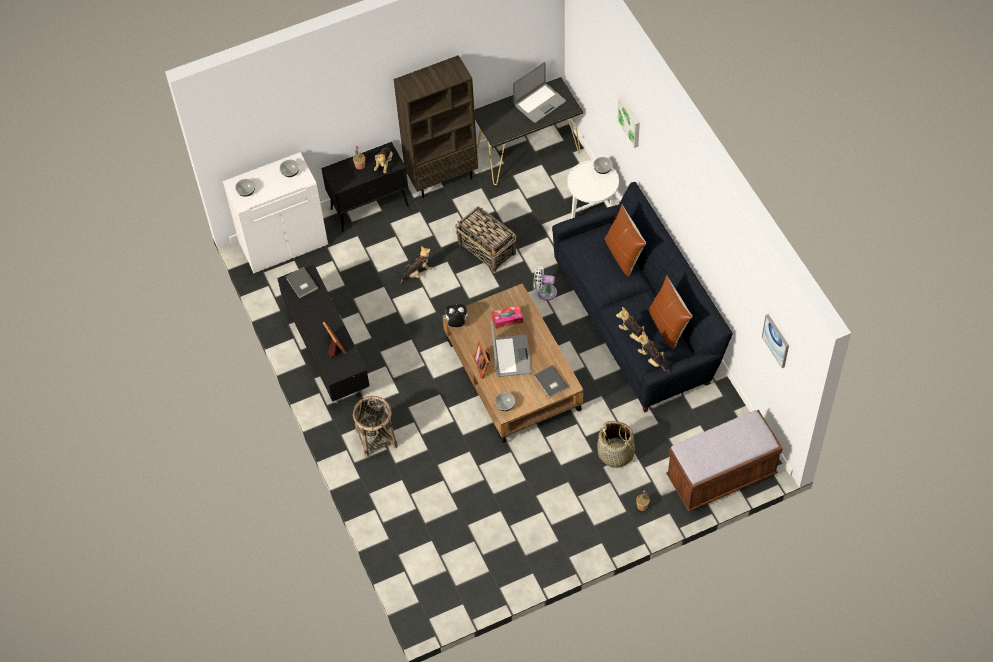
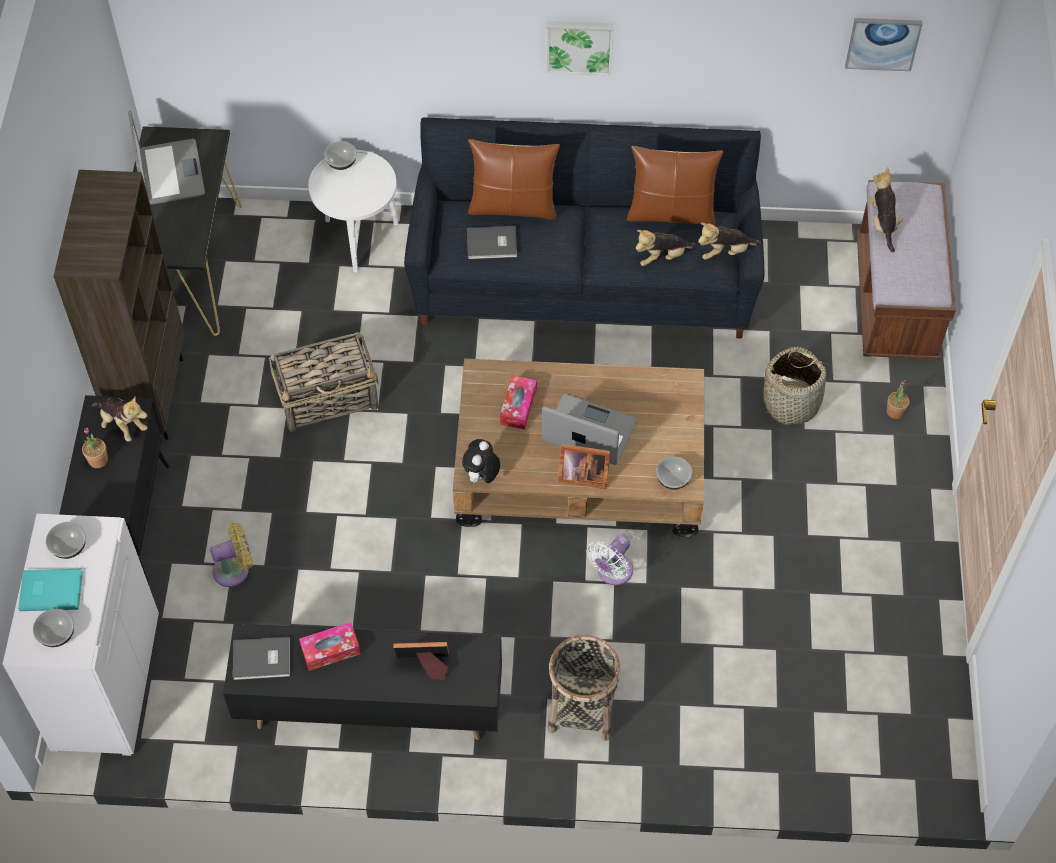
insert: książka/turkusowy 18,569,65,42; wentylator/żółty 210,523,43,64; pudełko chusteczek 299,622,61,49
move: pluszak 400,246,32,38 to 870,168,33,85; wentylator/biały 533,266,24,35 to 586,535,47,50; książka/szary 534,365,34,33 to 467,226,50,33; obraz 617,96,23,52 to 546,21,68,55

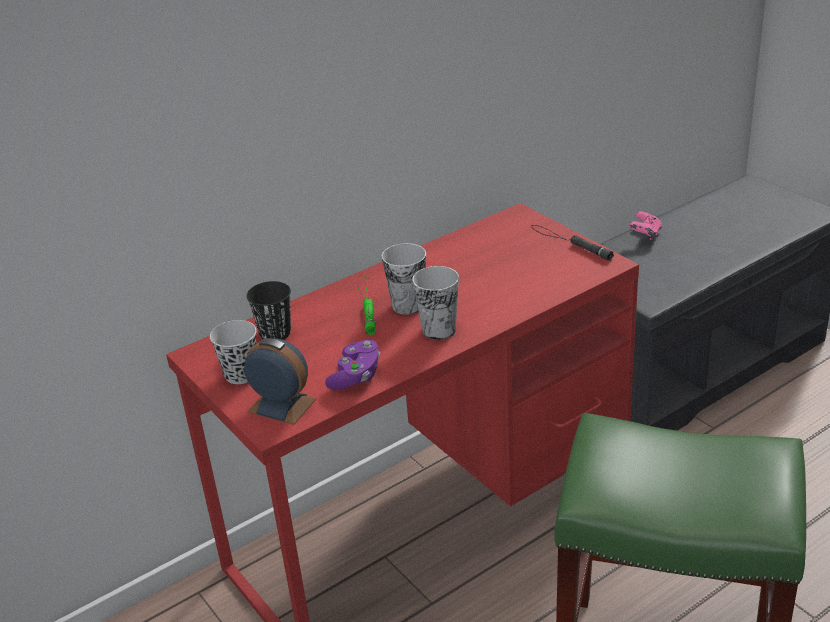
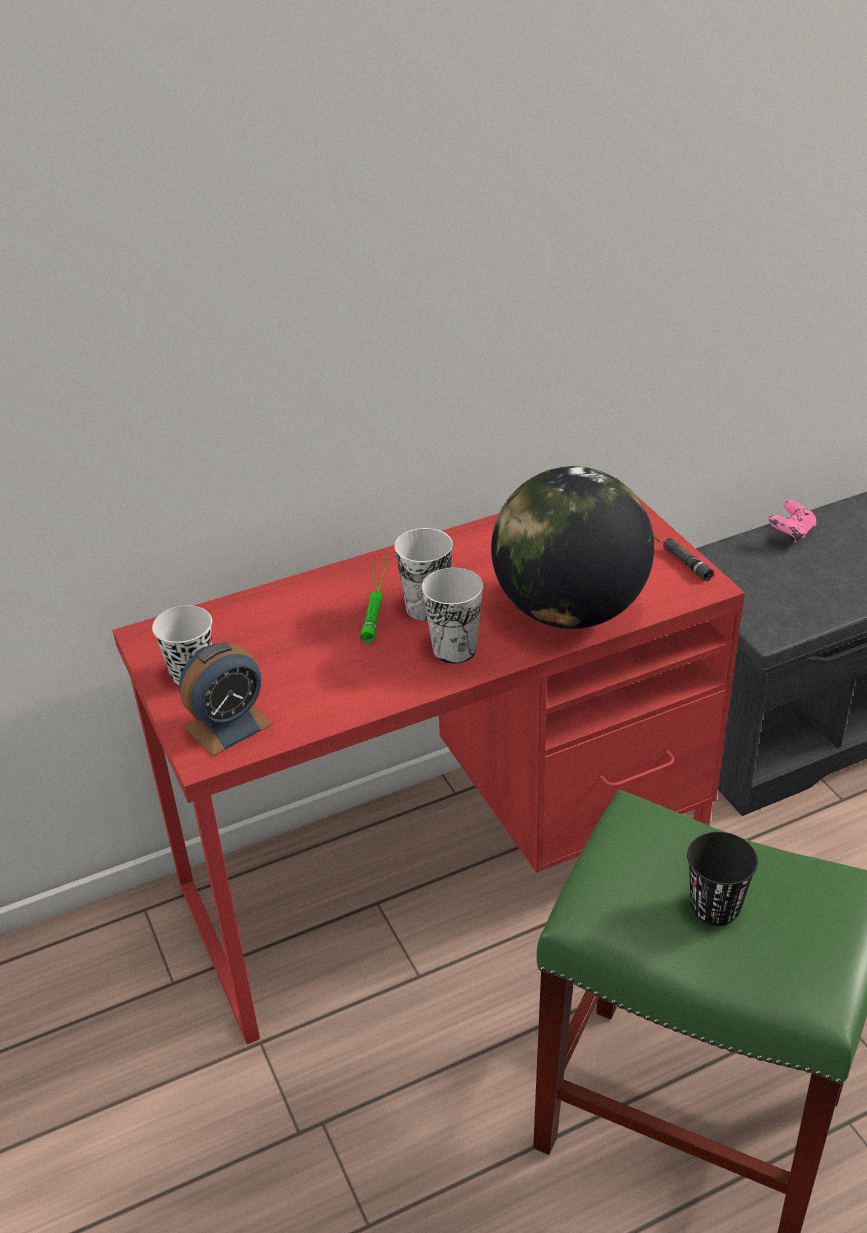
delete: pad do gier/fioletowy 325,340,55,50
insert: globus 491,466,163,163
move: filiżanka/czarny 247,281,44,59 to 687,832,71,94
rotate: budzik 244,338,73,87 = 179,642,94,115 105 degrees clockwise

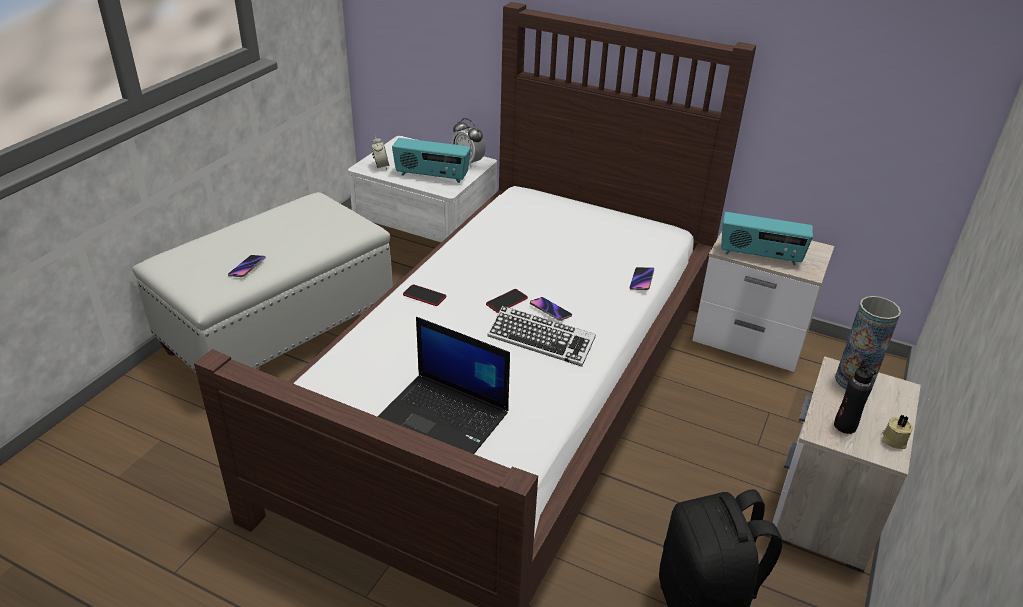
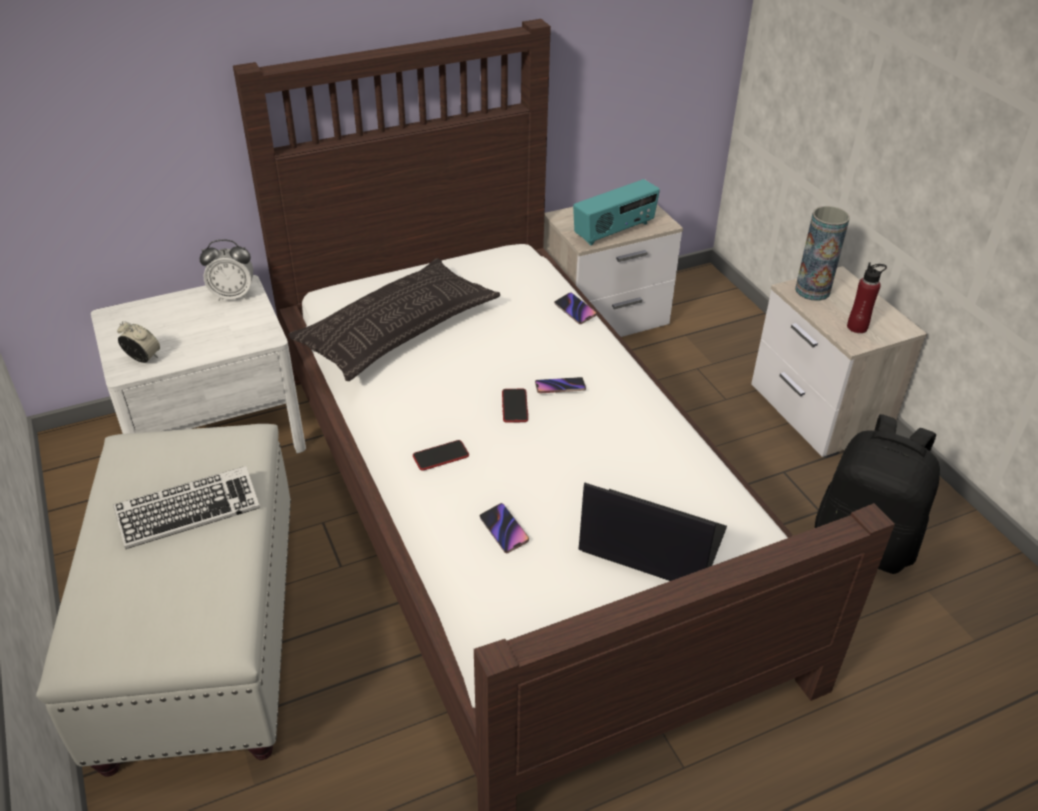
delete: radio 392,138,79,45; świeca/beżowy 882,415,31,34
insert: poduszka 288,258,212,123
move: telefon 228,255,38,22 to 479,503,50,50; klawiatura 487,306,109,61 to 113,466,147,83
recolor: butelka/czarny 834,360,43,74 to butelka/czerwony 847,262,40,71
rotate: laptop 377,317,133,137 = 579,482,148,99 135 degrees counterclockwise

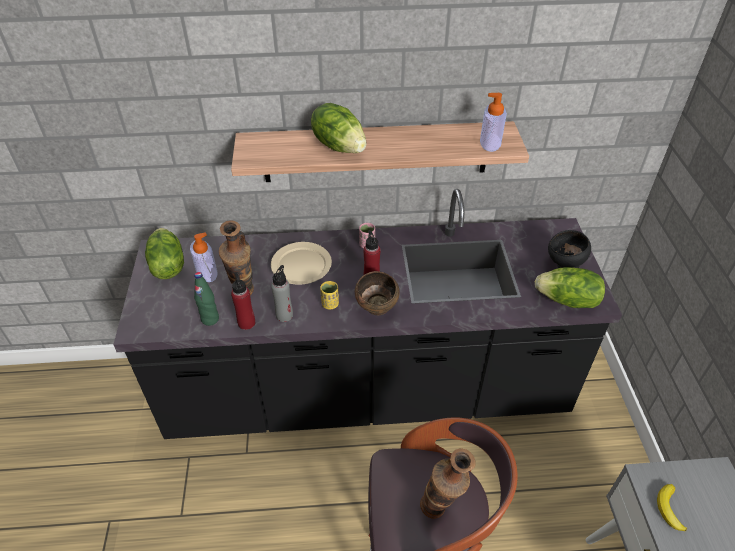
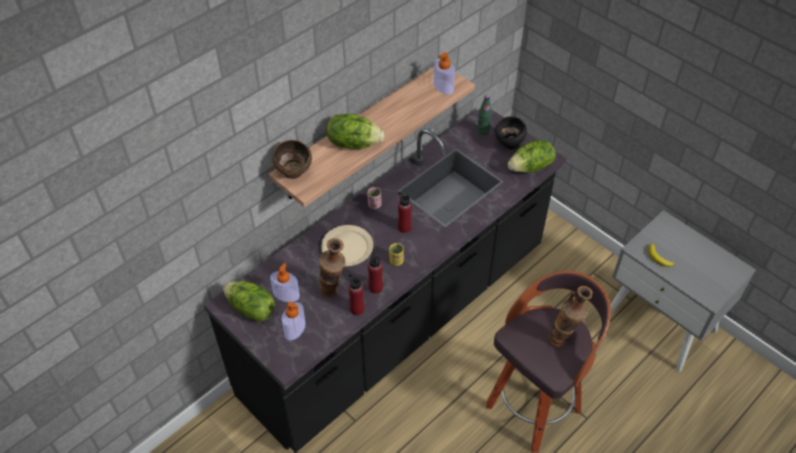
insert: dozownik mydła 282,302,24,39
move: butelka/zielony 194,272,25,54 to 477,95,15,40; miska/brązowy 355,271,45,44 to 272,140,40,39
recolor: butelka/szary 271,265,22,57 to butelka/czerwony 368,250,15,44

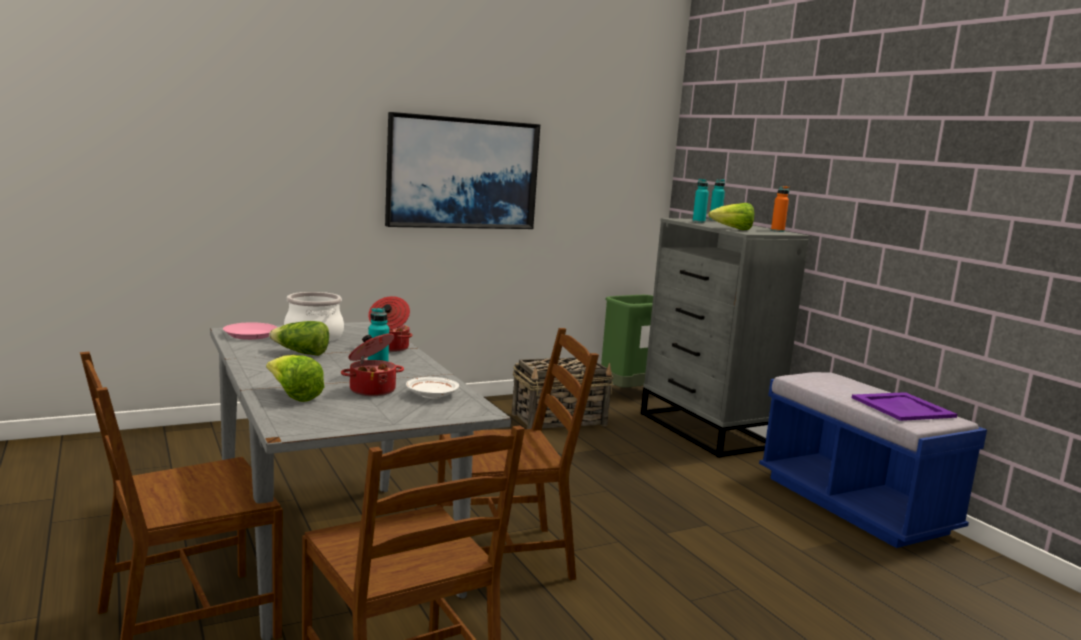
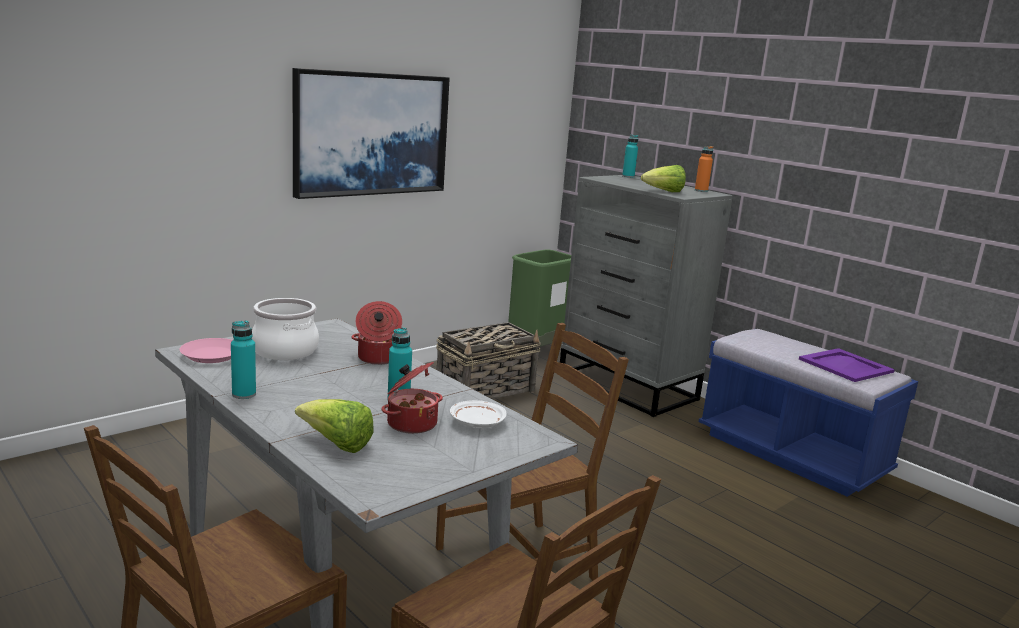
delete: sałata 269,321,60,35
move: butelka/turkusowy 693,179,16,44 to 231,321,25,78

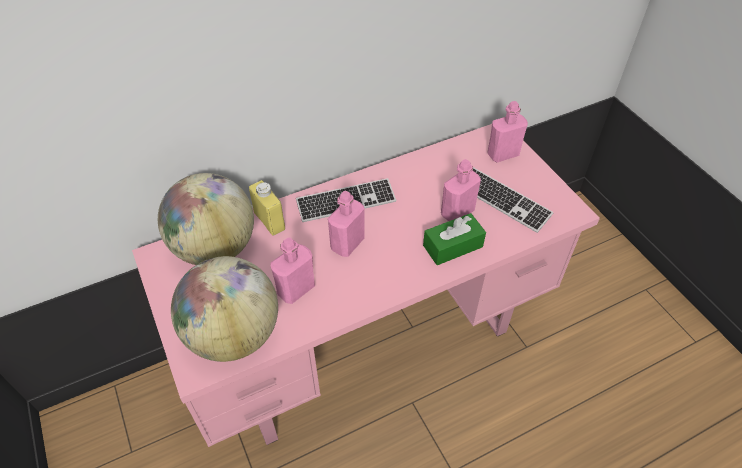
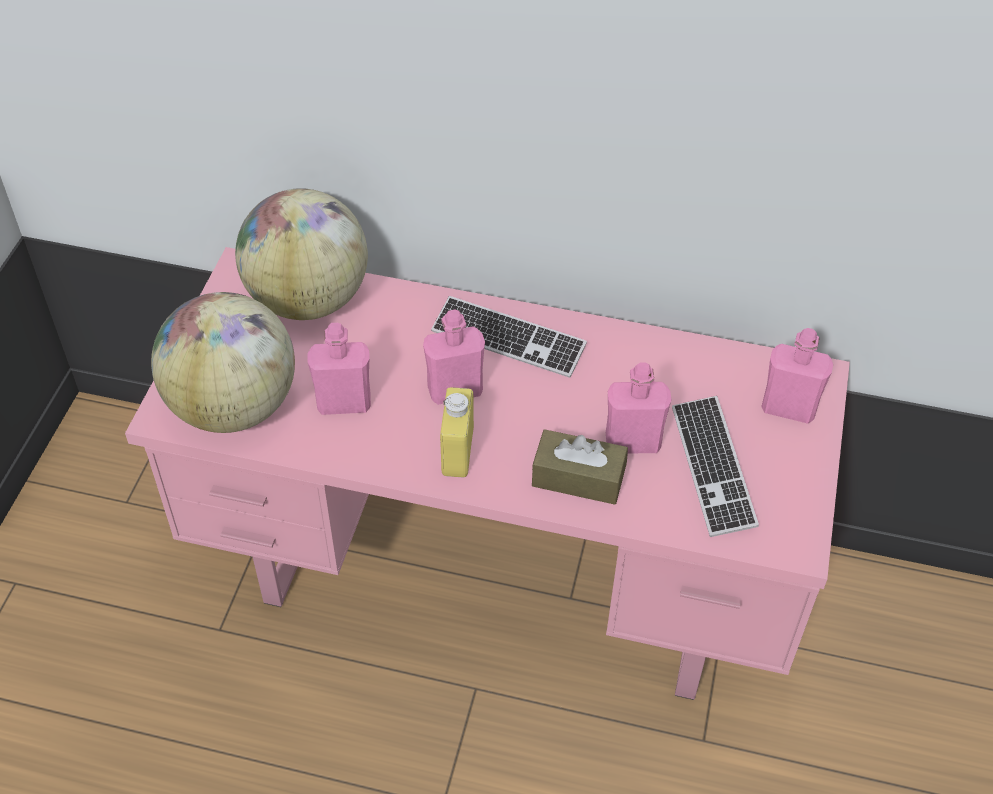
move: butelka/żółty 249,180,36,56 to 440,387,34,90
recolor: pudełko chusteczek/zielony 423,213,63,52 to pudełko chusteczek/brązowy 532,429,96,76

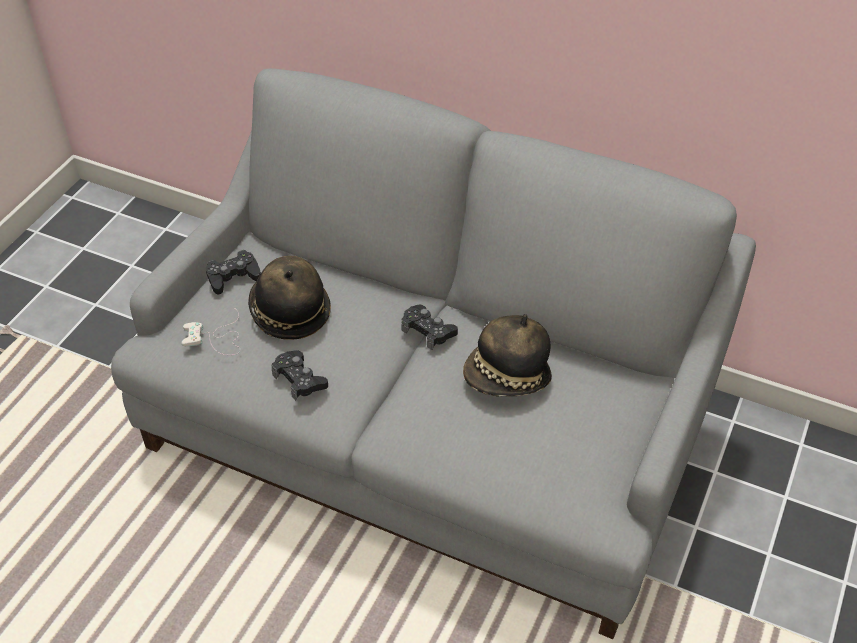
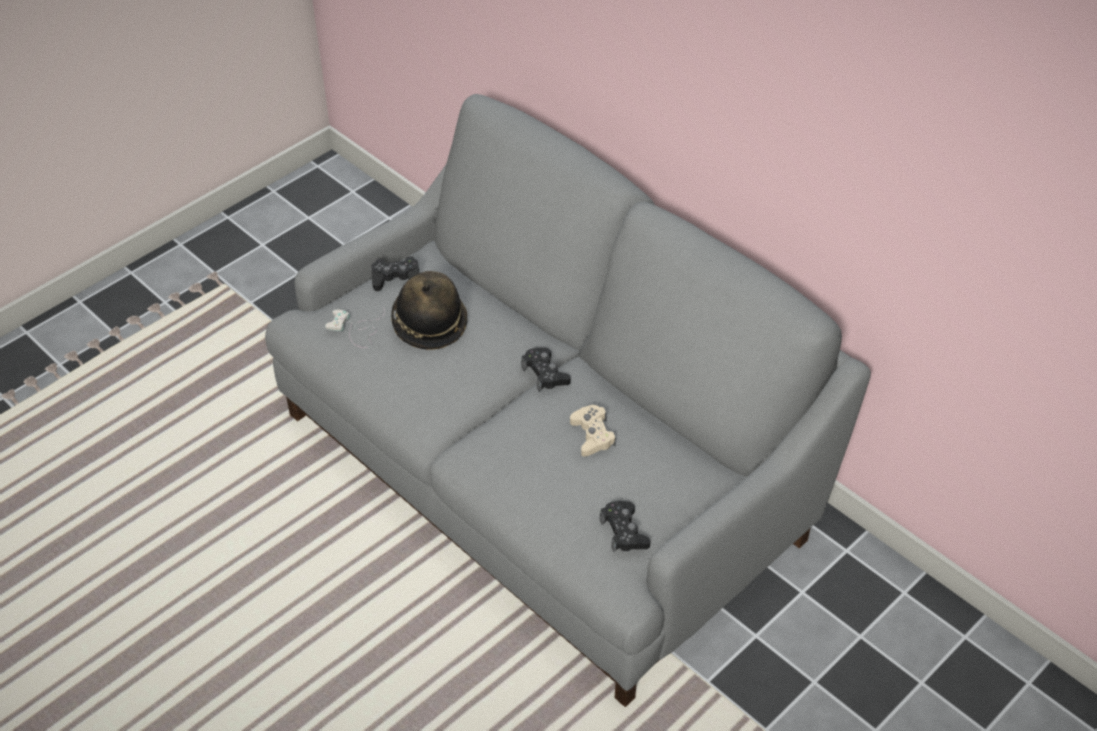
move: pad do gier/czarny 271,350,57,51 to 600,501,50,52
replace: kapelusz 463,314,89,82 to pad do gier/beżowy 570,405,46,52

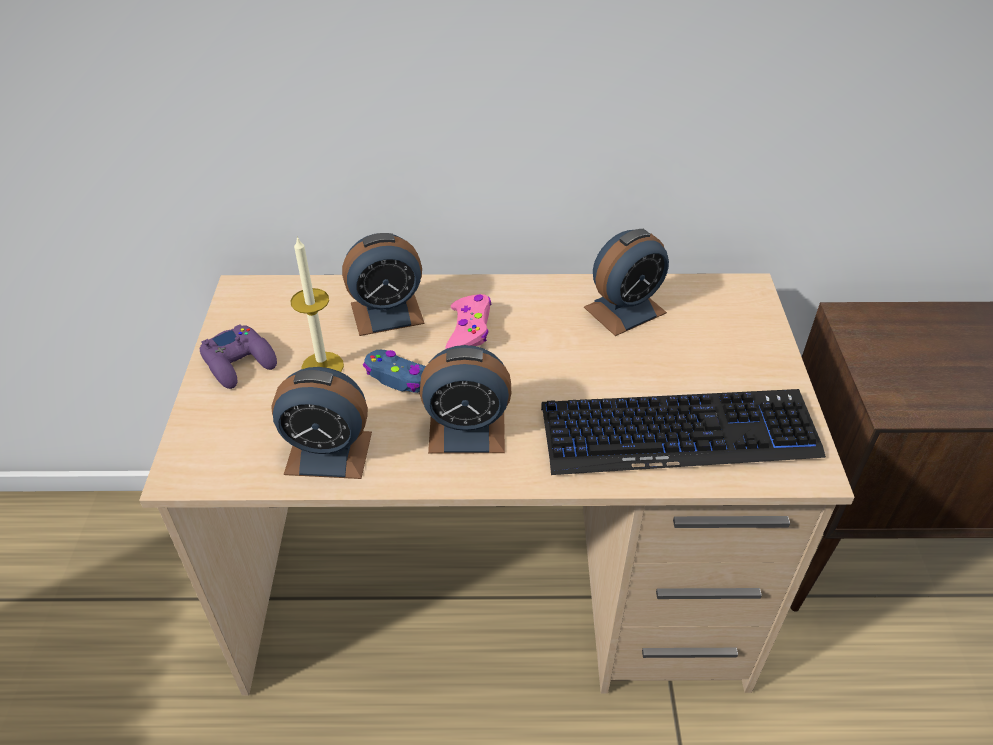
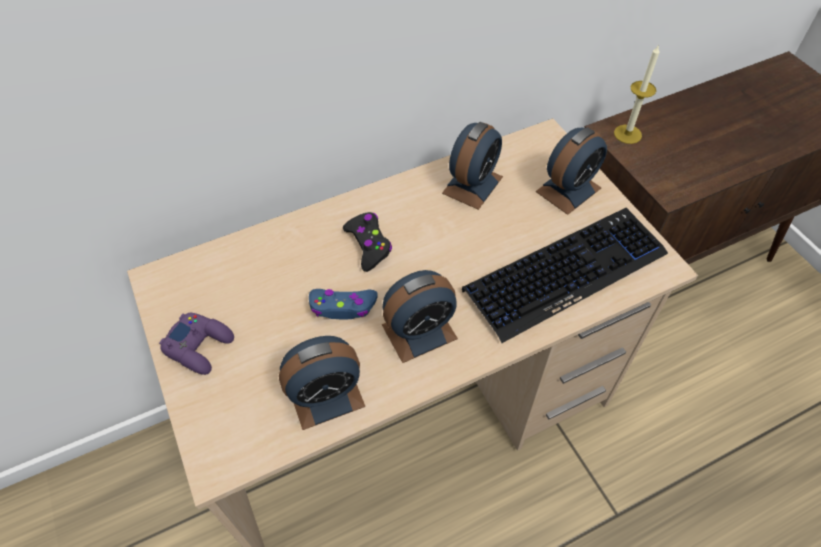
move: świeca 290,236,54,136 to 614,44,46,100; budzik 342,233,83,103 to 536,127,71,88
recolor: pad do gier/różowy 445,294,46,55 to pad do gier/czarny 343,212,49,60

